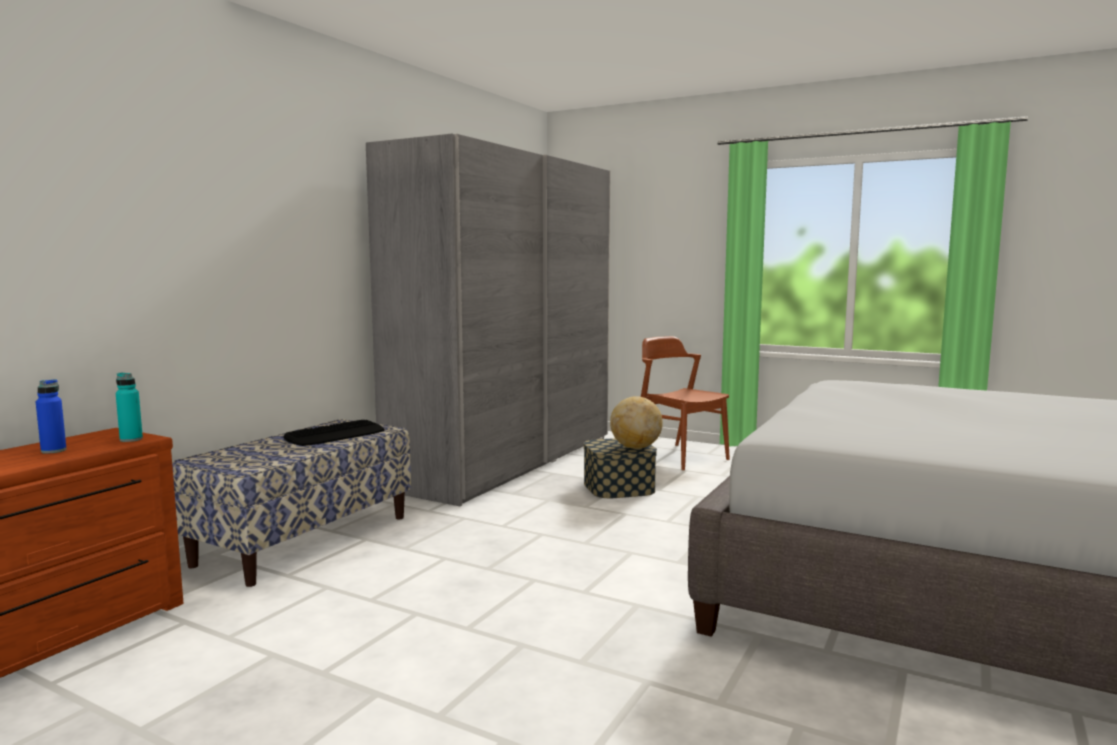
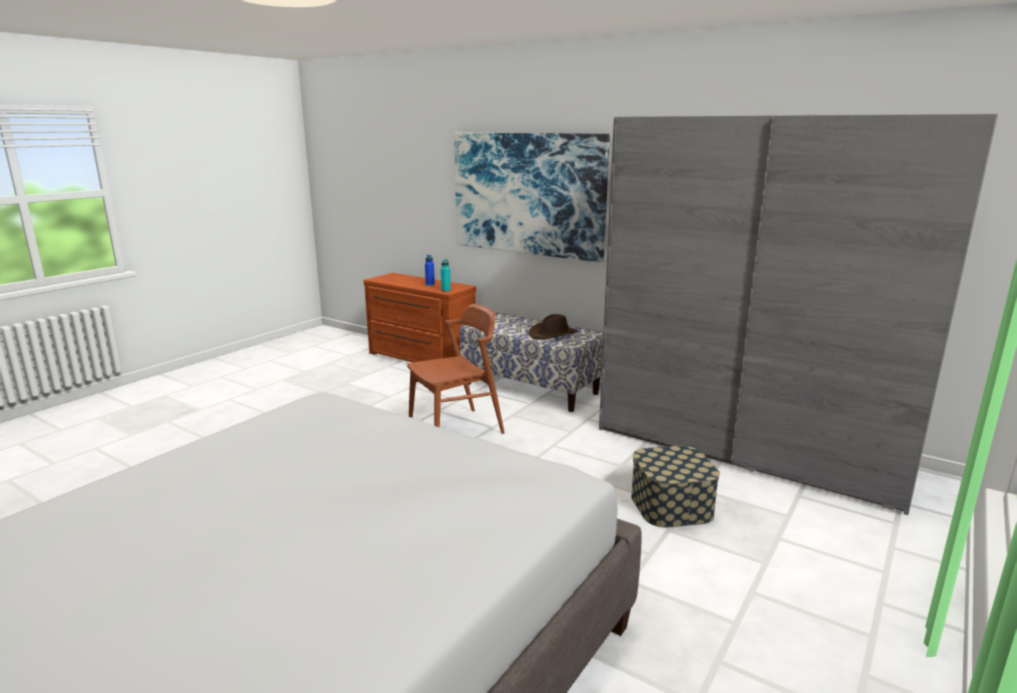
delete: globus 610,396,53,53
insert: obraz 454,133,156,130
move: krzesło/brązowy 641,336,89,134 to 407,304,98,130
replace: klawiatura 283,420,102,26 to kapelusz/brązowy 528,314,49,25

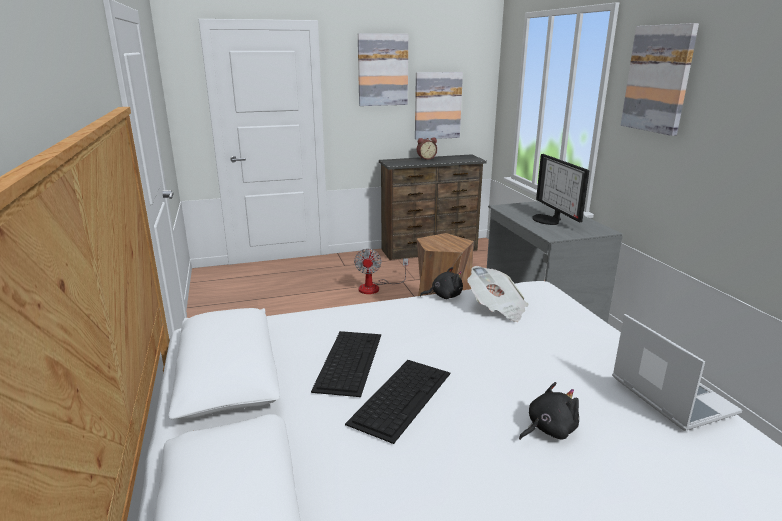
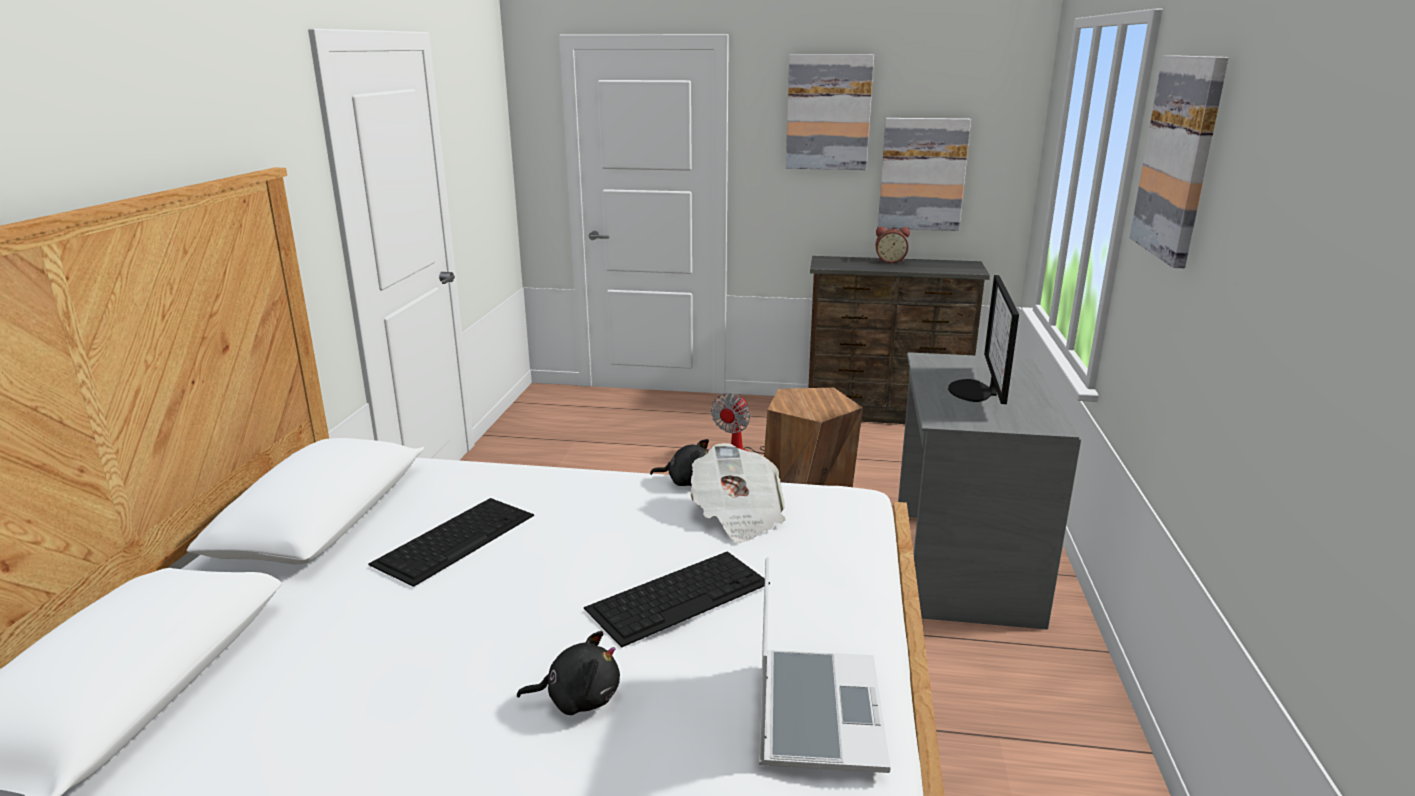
move: klawiatura 345,360,106,84 to 584,551,186,97

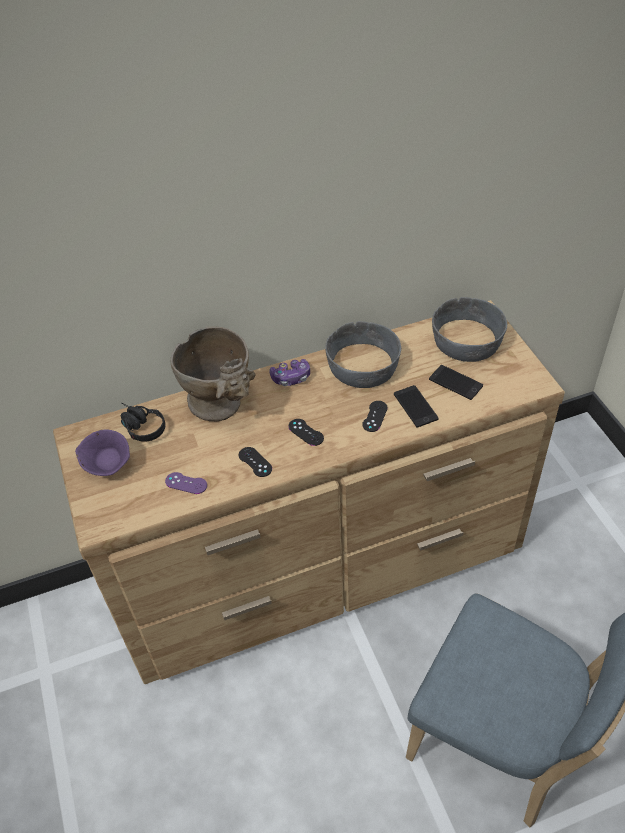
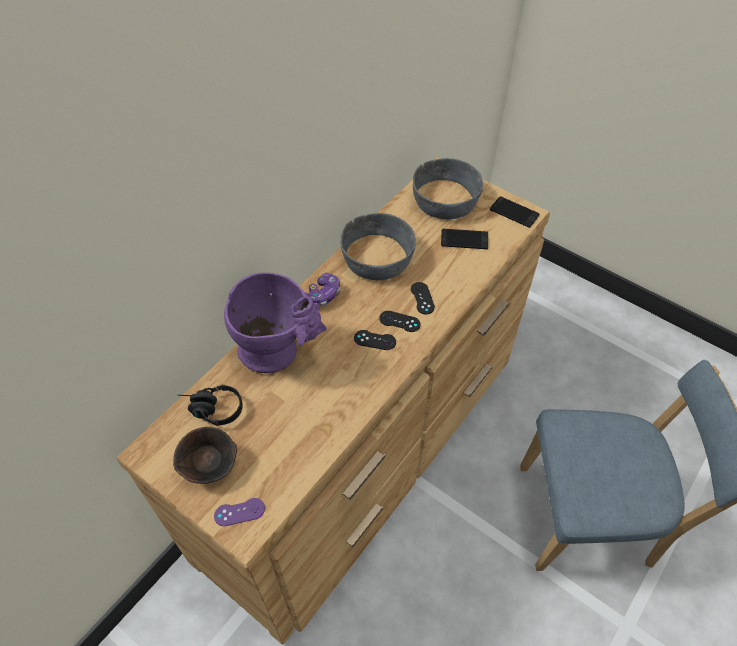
move: pad do gier/fioletowy 165,472,42,22 to 214,498,51,28; pad do gier/czarny 239,447,33,30 to 379,311,42,21; telefon 394,385,45,42 to 490,196,49,32
recolor: miska/fioletowy 75,430,55,46 to miska/brązowy 173,427,64,57; wazon/beżowy 171,326,85,96 to wazon/fioletowy 224,272,103,101

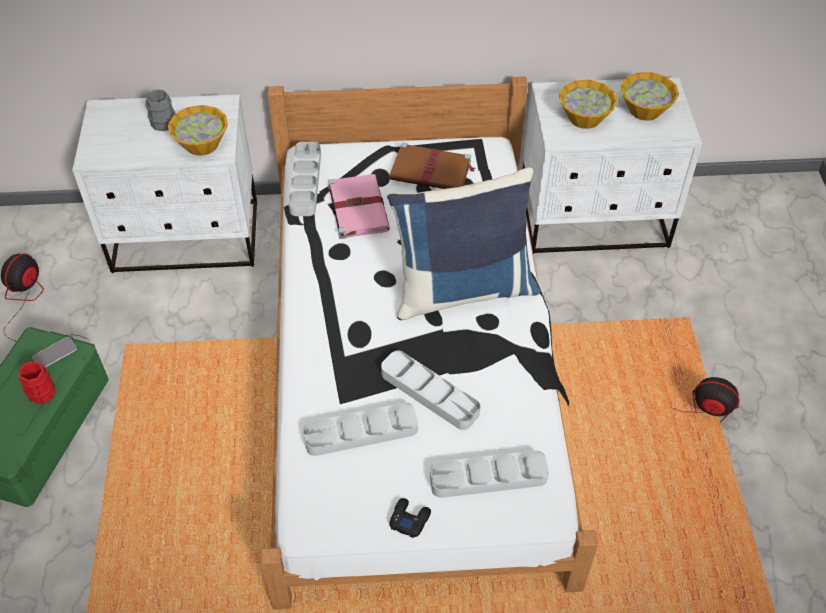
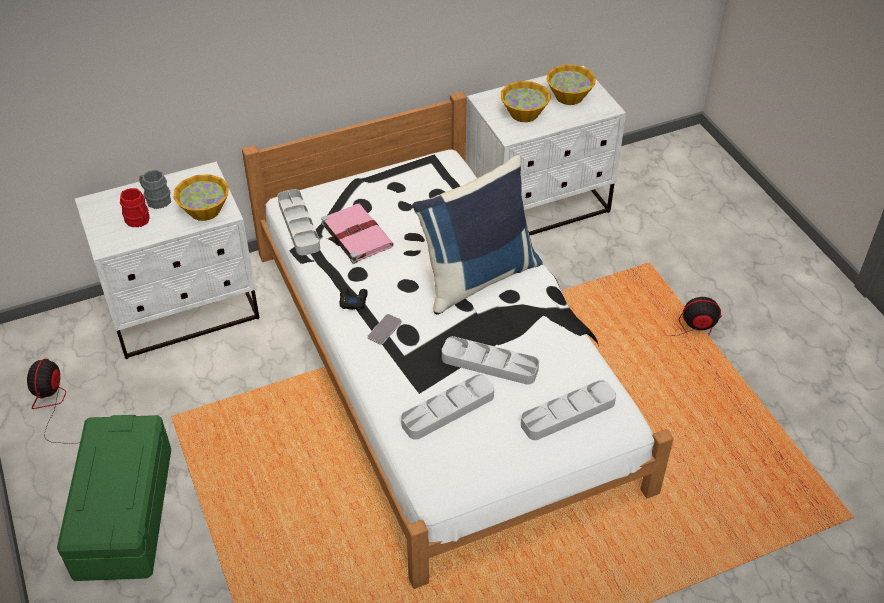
delete: książka/brązowy 389,143,86,46
move: kubek/czerwony 19,361,37,43 to 120,188,30,39; telefon 33,337,44,30 to 367,314,35,31; pad do gier/czarny 389,498,42,40 to 340,288,28,22

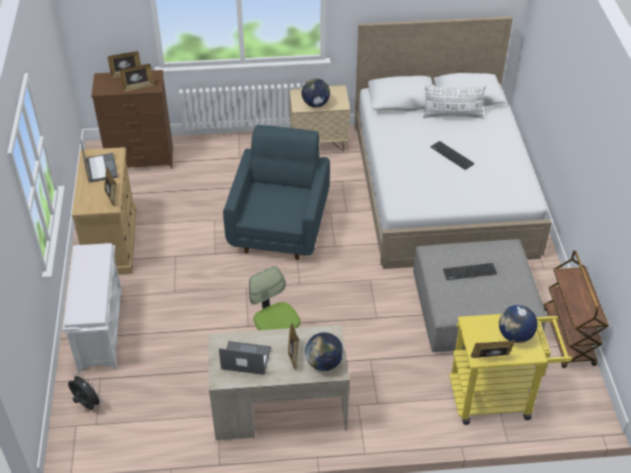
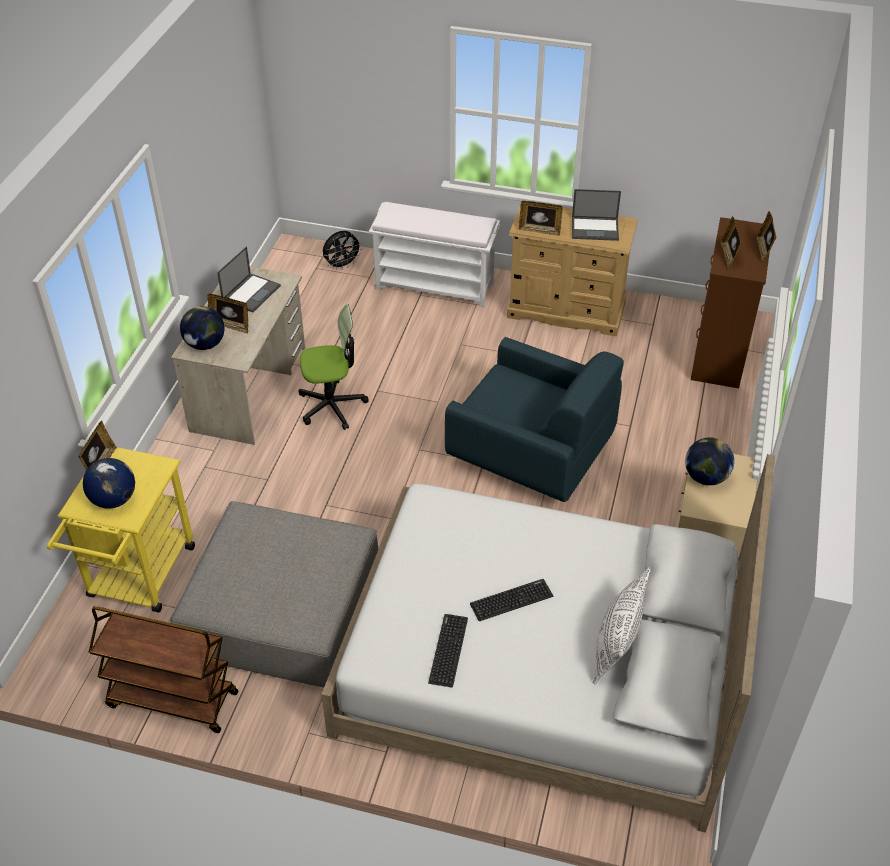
move: klawiatura 443,263,54,17 to 428,614,40,74

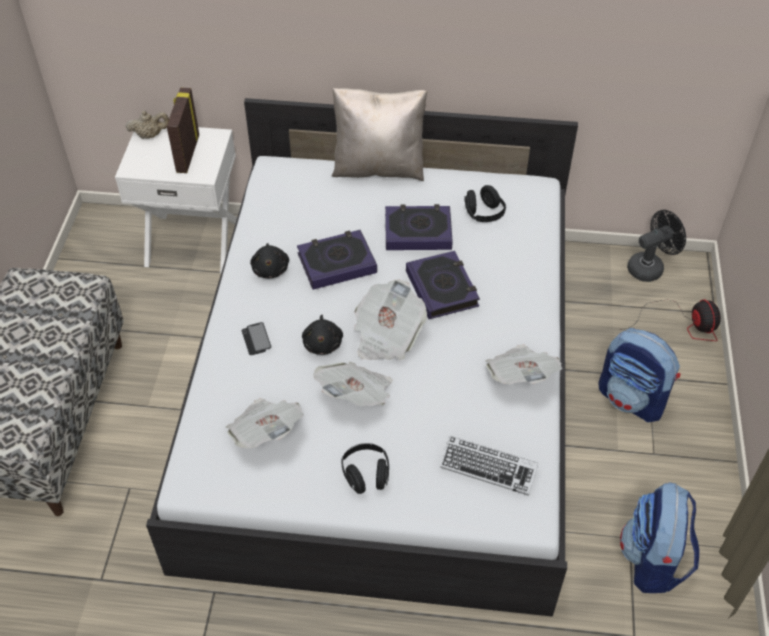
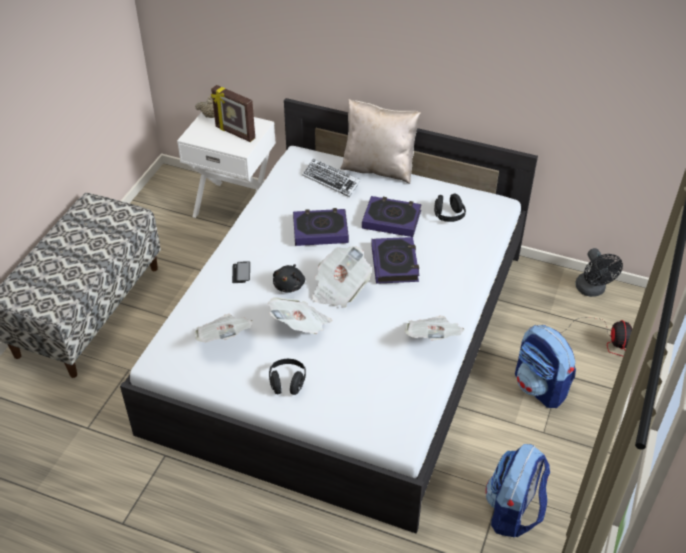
delete: pluszak/czarny 250,243,39,35
move: klawiatura 440,436,98,60 to 302,159,59,38
rotate: ramka na zdjęcie 167,88,32,85 = 211,85,44,57 75 degrees counterclockwise; wentylator/czarny 627,210,59,72 = 575,248,48,49 90 degrees clockwise

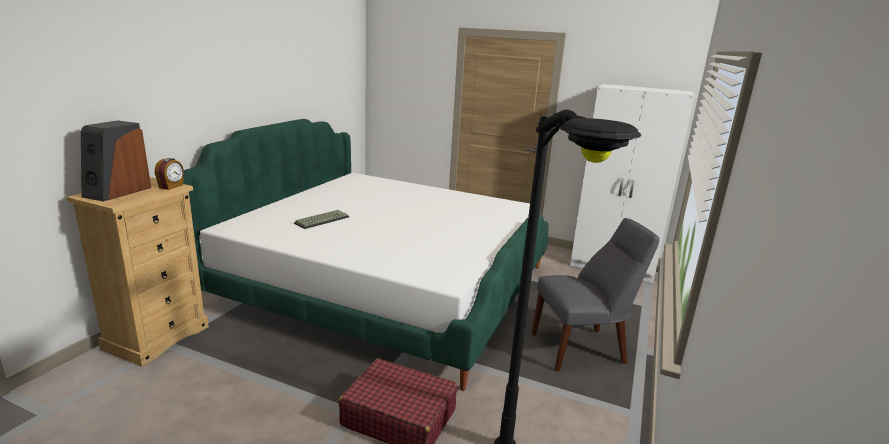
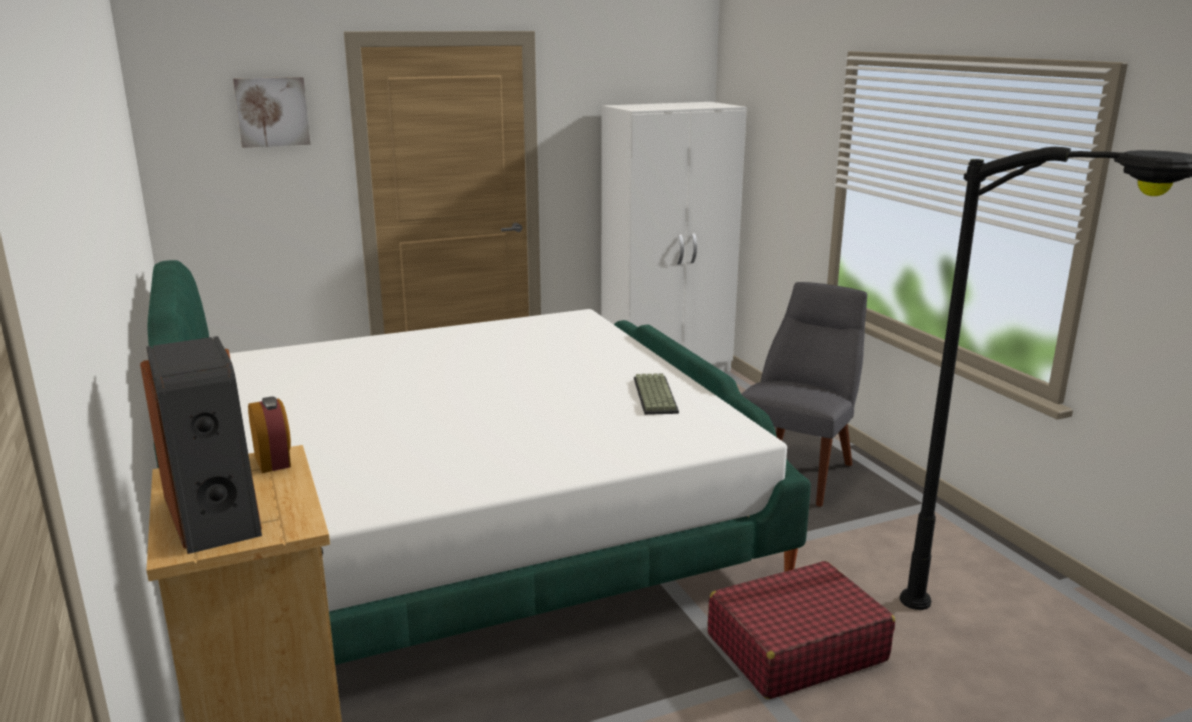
insert: obraz 233,77,78,71
move: klawiatura 294,210,55,19 to 634,373,45,42

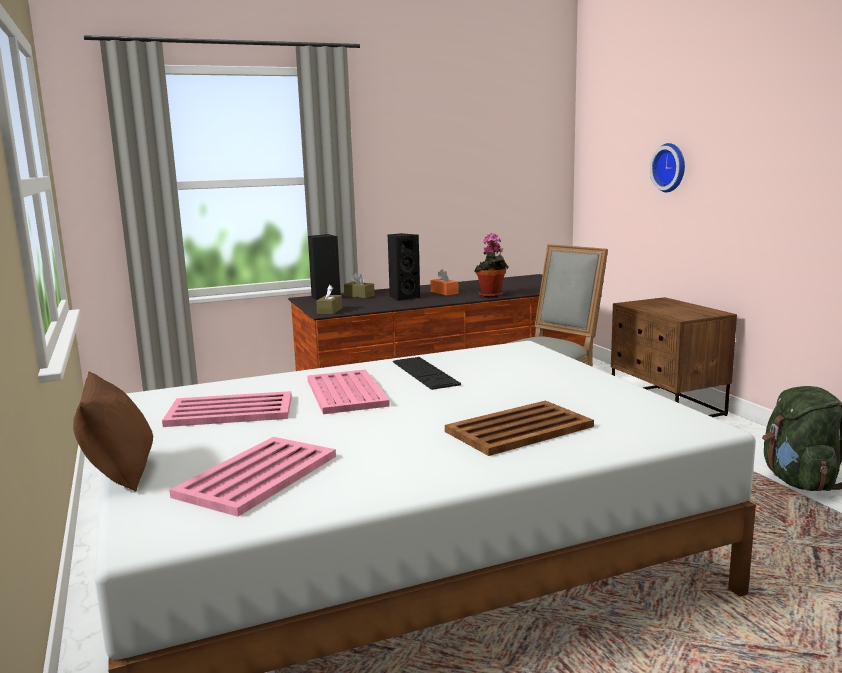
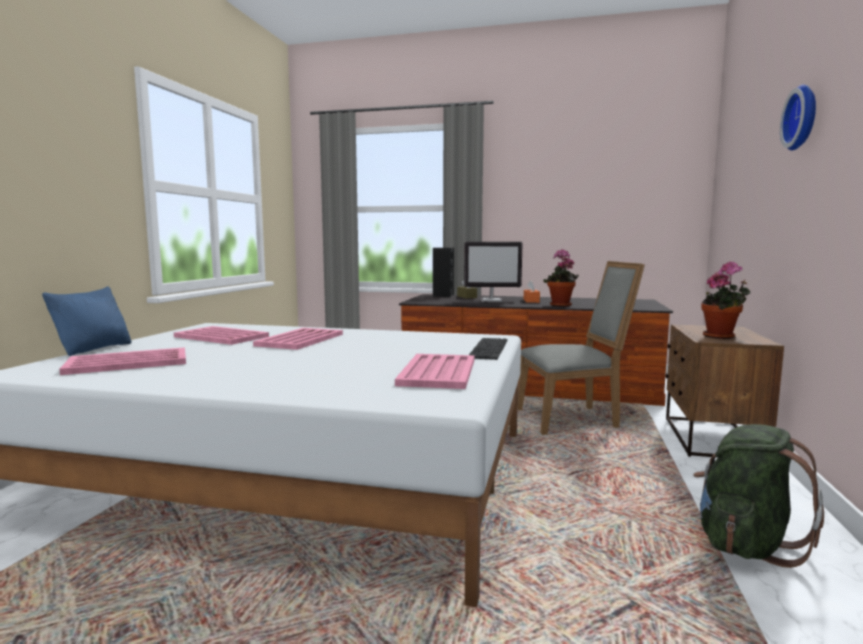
delete: pudełko chusteczek/brązowy 316,285,26,29; taca/brązowy 445,401,149,55
insert: taca/różowy 395,354,79,35; roślina doniczkowa 701,261,50,78
move: klawiatura 393,357,68,33 to 469,338,39,22; zegar ścienny 650,143,35,49 to 780,84,36,67
replace: głośnik/czarny 388,233,32,68 to monitor 464,242,58,60
recolor: poduszka/brązowy 73,372,80,119 to poduszka/niebieski 42,286,90,70

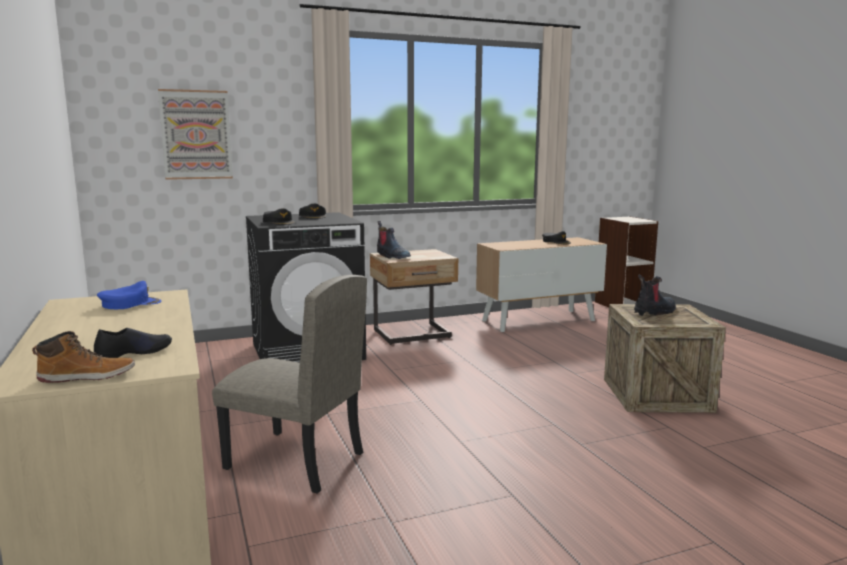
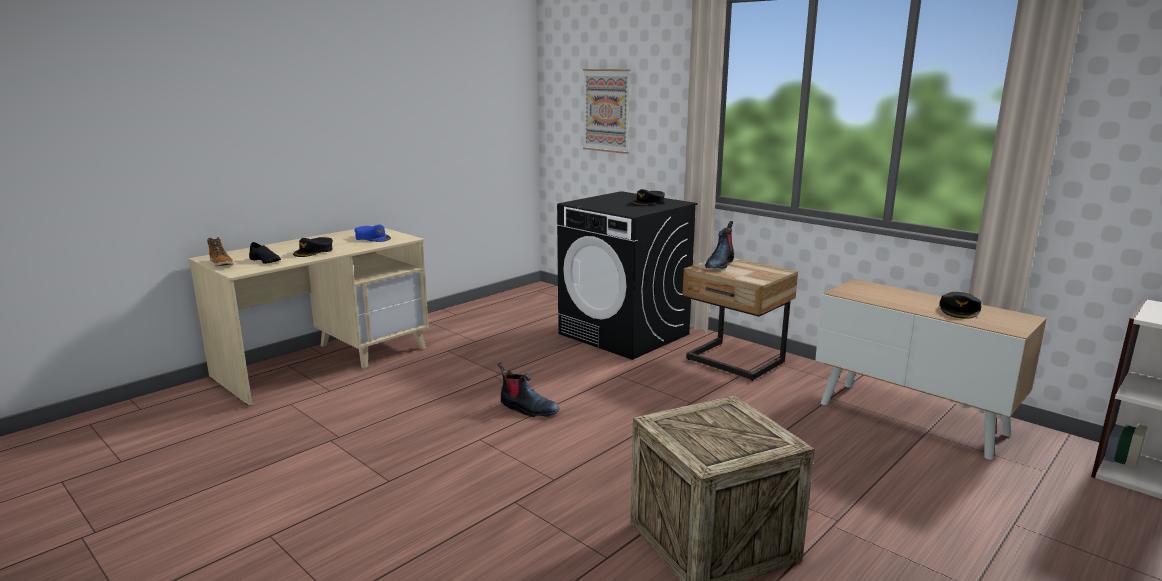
delete: krzesło/beżowy 212,275,155,219
move: czapka z daszkiem/czarny 263,208,32,17 to 293,237,40,20; but z cholewką 634,275,42,41 to 498,362,61,55

